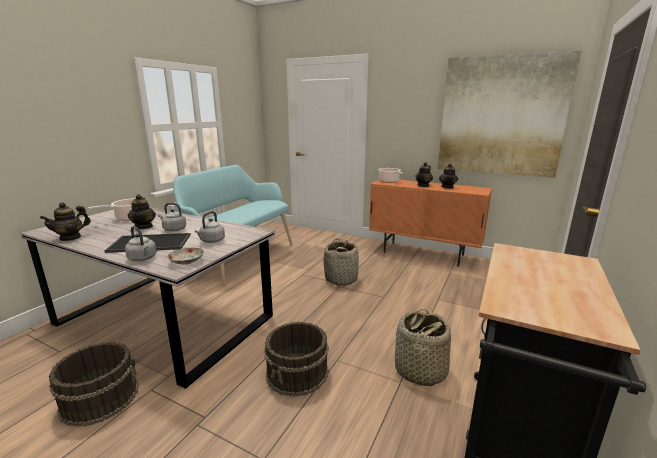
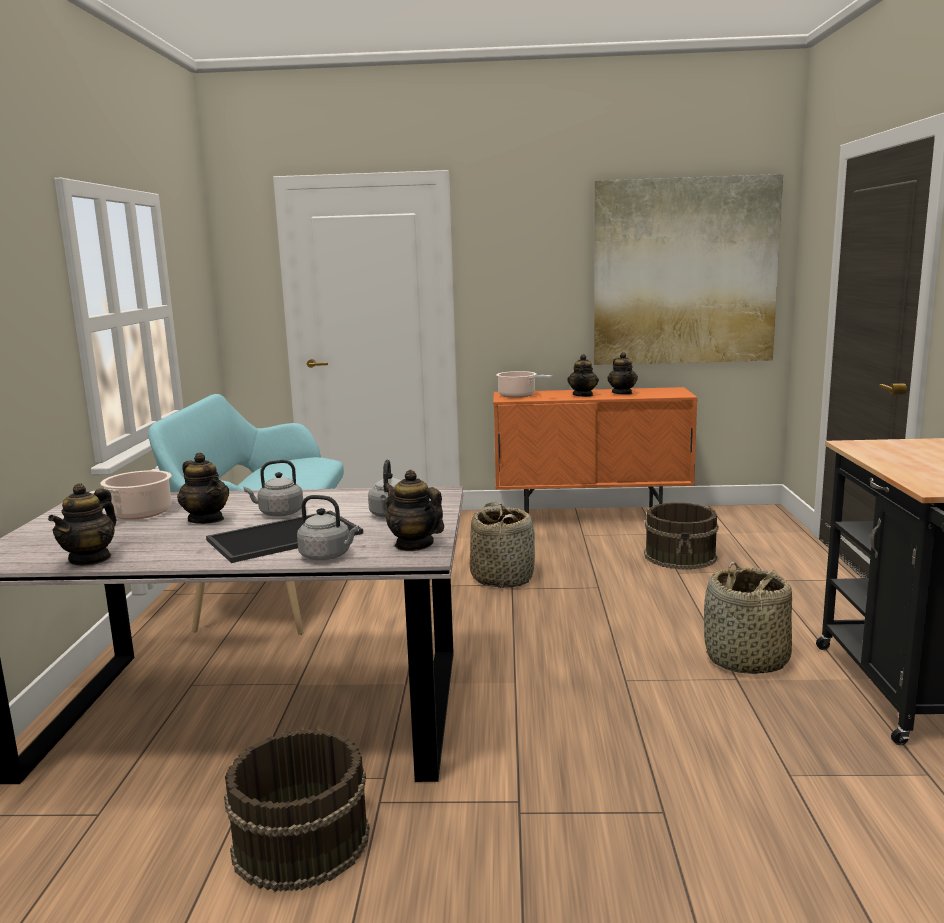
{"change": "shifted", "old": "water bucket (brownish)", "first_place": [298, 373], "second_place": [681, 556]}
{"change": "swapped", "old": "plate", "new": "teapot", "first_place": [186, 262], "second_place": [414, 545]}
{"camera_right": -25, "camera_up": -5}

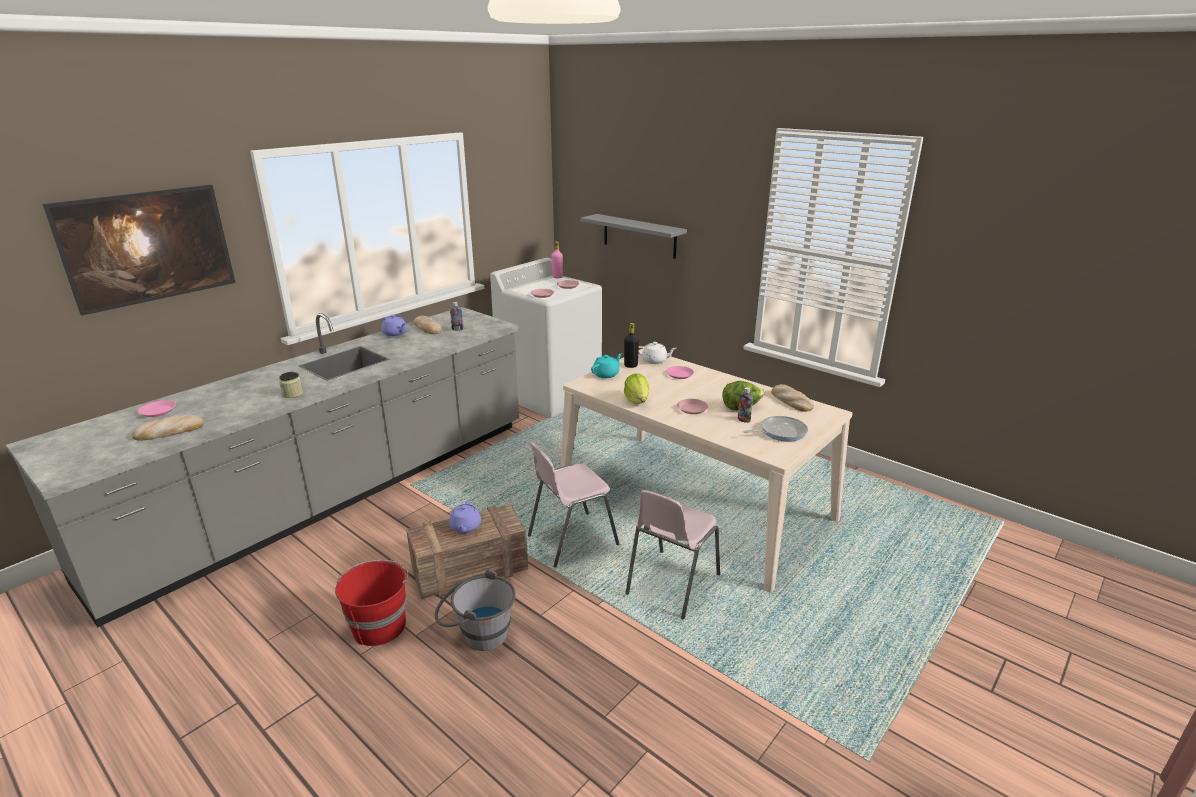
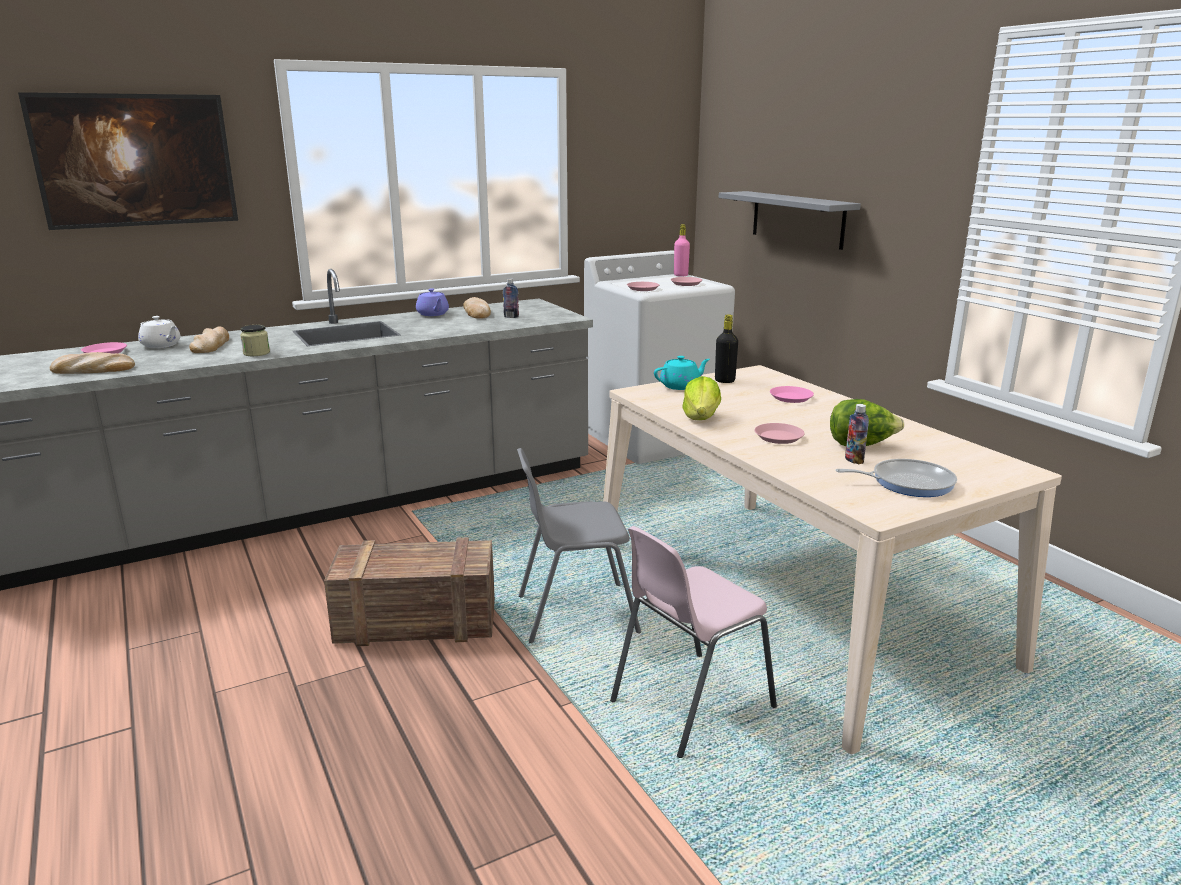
{"change": "gone", "old": "water bucket (red)", "first_place": [379, 625]}
{"change": "gone", "old": "water bucket (greyish)", "first_place": [477, 635]}
{"change": "gone", "old": "teapot (purple-coloured)", "first_place": [465, 527]}
{"change": "shifted", "old": "teapot (white)", "first_place": [655, 361], "second_place": [161, 345]}
{"change": "shifted", "old": "baked bread", "first_place": [790, 401], "second_place": [210, 345]}
{"change": "repainted", "old": "plain chair (pink-coloured)", "new": "plain chair (greyish)", "first_place": [571, 540], "second_place": [575, 613]}
{"camera_right": 20, "camera_up": -5}

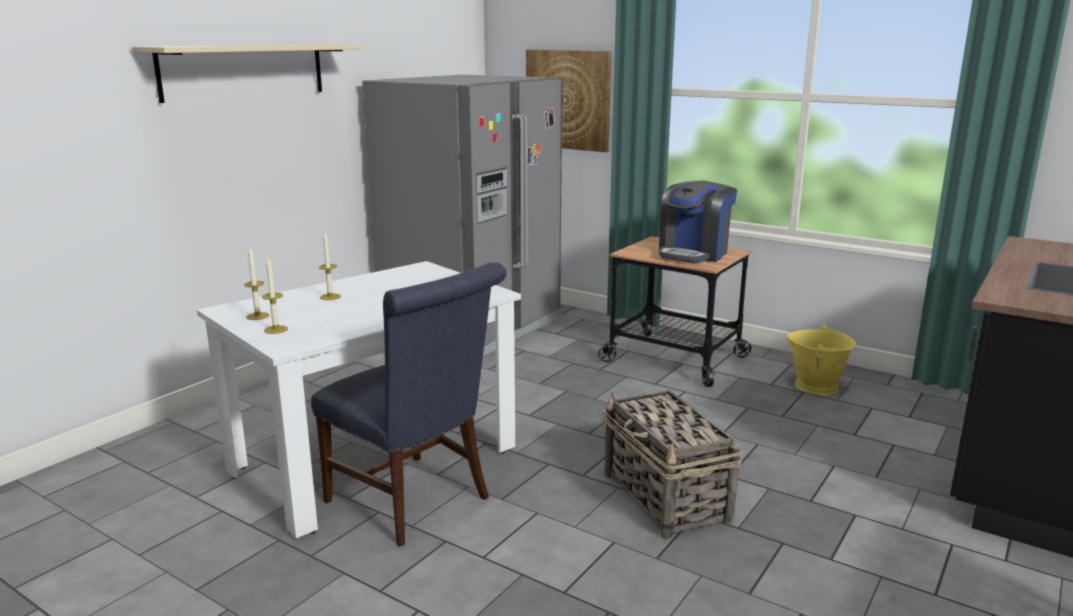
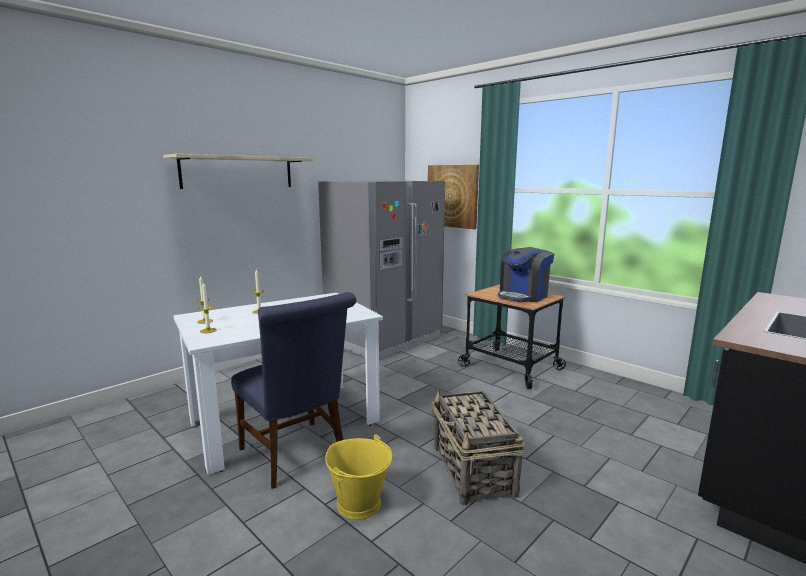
{"change": "shifted", "old": "water bucket (yellowish)", "first_place": [816, 386], "second_place": [359, 503]}
{"camera_right": 10, "camera_up": -5}

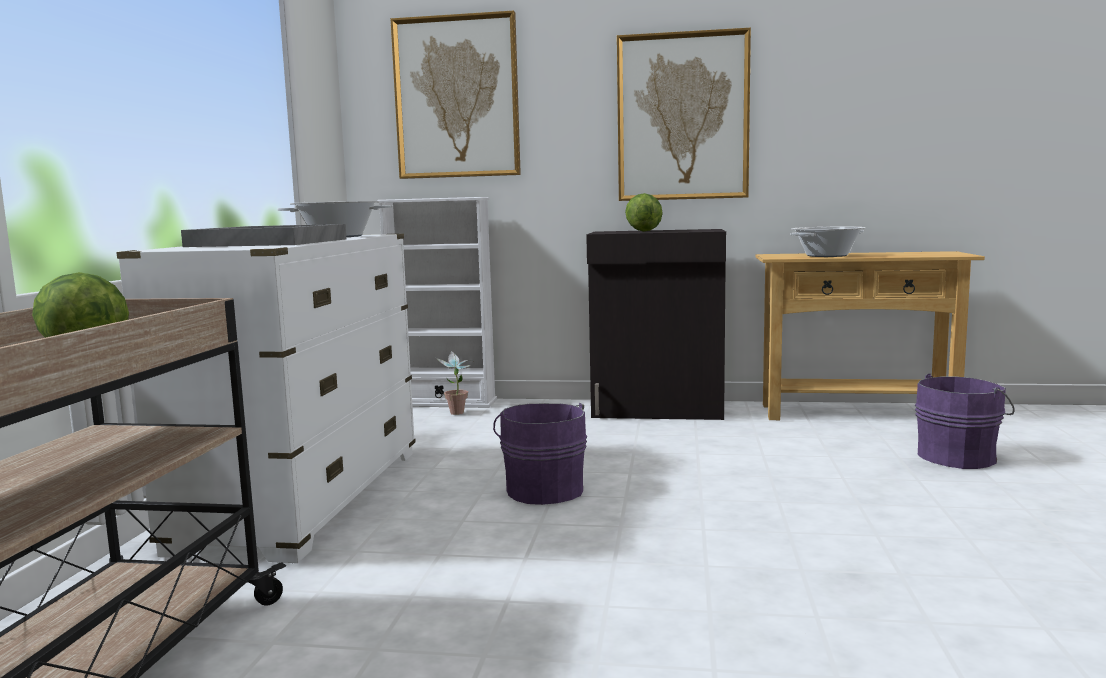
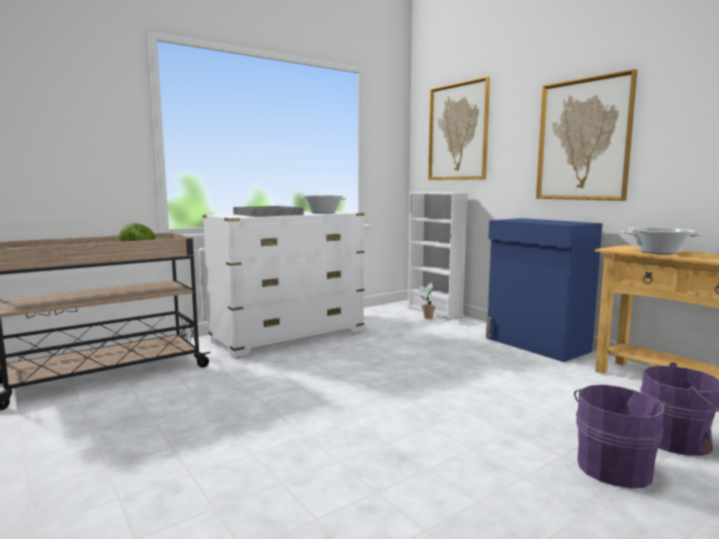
{"change": "gone", "old": "head of lettuce", "first_place": [643, 231]}
{"change": "shifted", "old": "water bucket (purple-coloured)", "first_place": [543, 489], "second_place": [614, 466]}
{"change": "repainted", "old": "cabinet (blackish)", "new": "cabinet (blue-coloured)", "first_place": [658, 410], "second_place": [536, 345]}
{"camera_right": 45, "camera_up": 0}

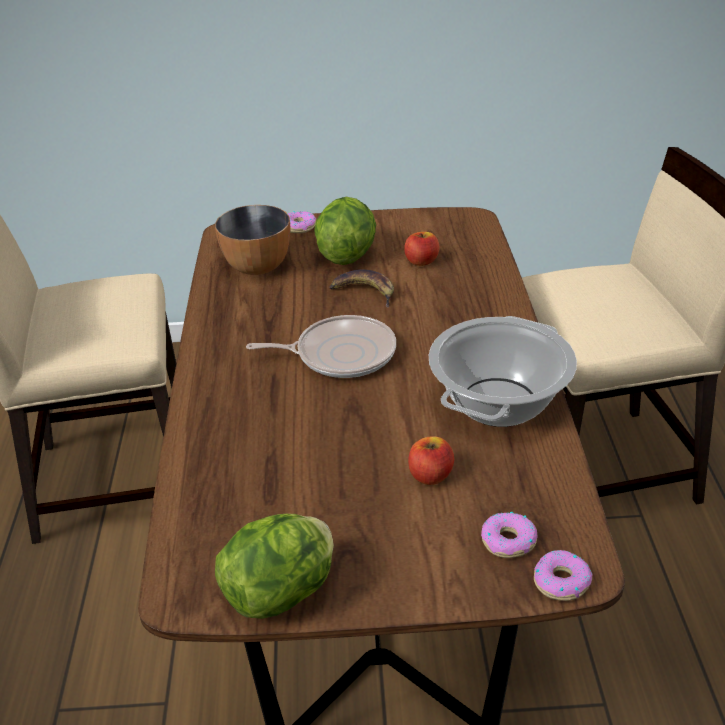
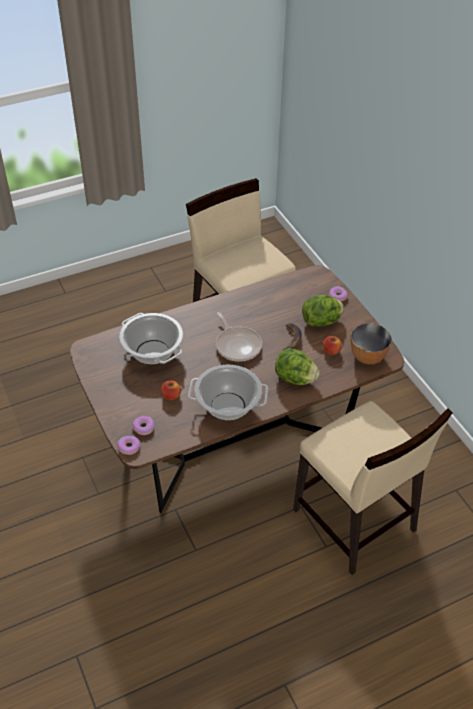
{"change": "new", "new": "saucepot", "second_place": [152, 352]}
{"change": "shifted", "old": "deep dish", "first_place": [258, 267], "second_place": [368, 357]}
{"change": "shifted", "old": "head of lettuce", "first_place": [282, 592], "second_place": [295, 378]}
{"camera_right": 65, "camera_up": 10}

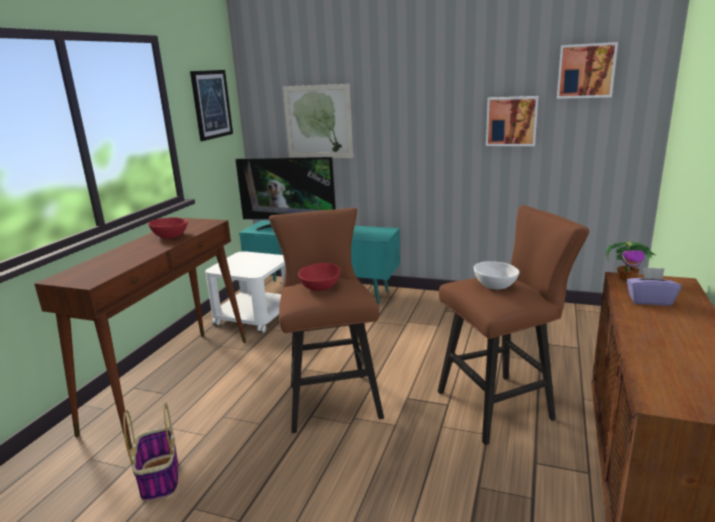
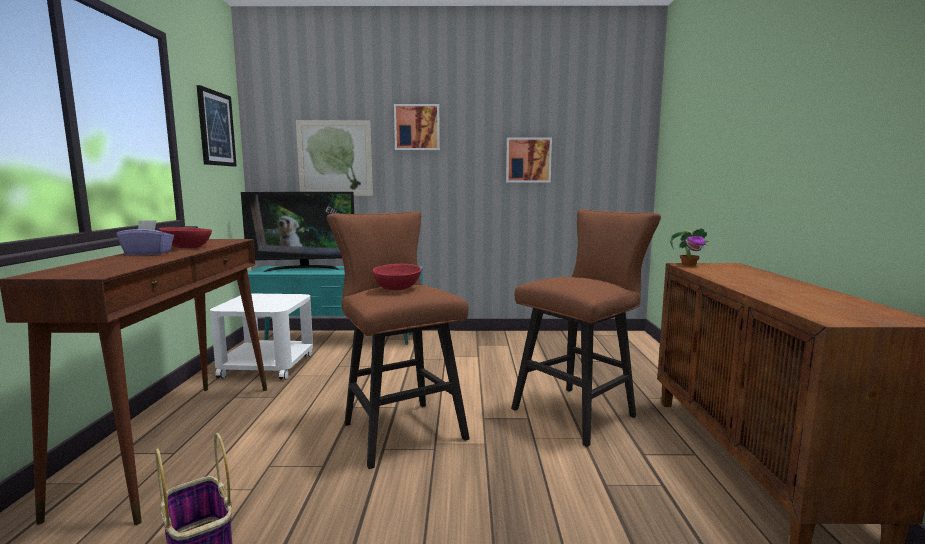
{"change": "gone", "old": "deep dish (white)", "first_place": [494, 285]}
{"change": "shifted", "old": "wall art", "first_place": [586, 71], "second_place": [417, 127]}
{"change": "shifted", "old": "tissue box (purple-coloured)", "first_place": [649, 300], "second_place": [148, 253]}
{"camera_right": -20, "camera_up": -10}

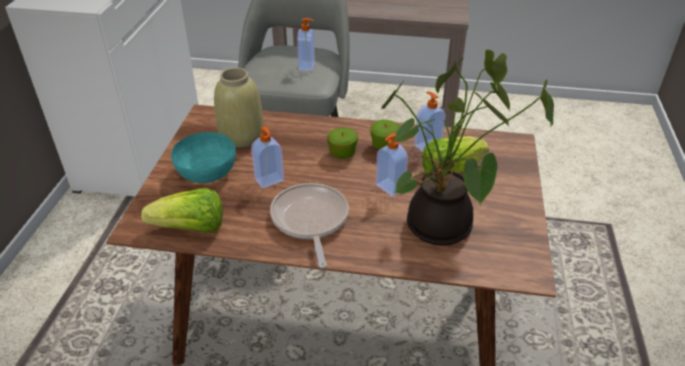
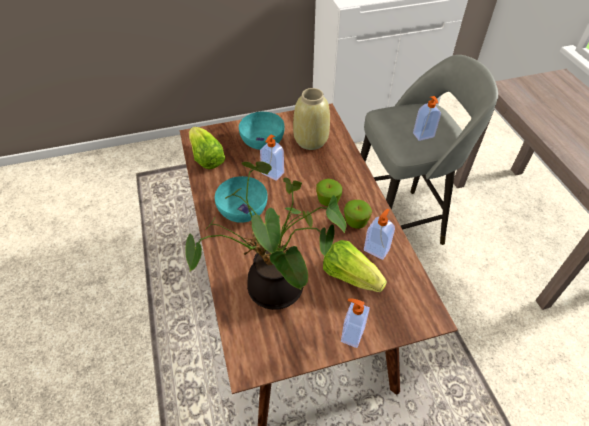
{"change": "shifted", "old": "soap dispenser", "first_place": [389, 187], "second_place": [351, 334]}
{"change": "swapped", "old": "frying pan", "new": "deep dish (turquoise-coloured)", "first_place": [310, 221], "second_place": [242, 210]}
{"camera_right": 65, "camera_up": 10}

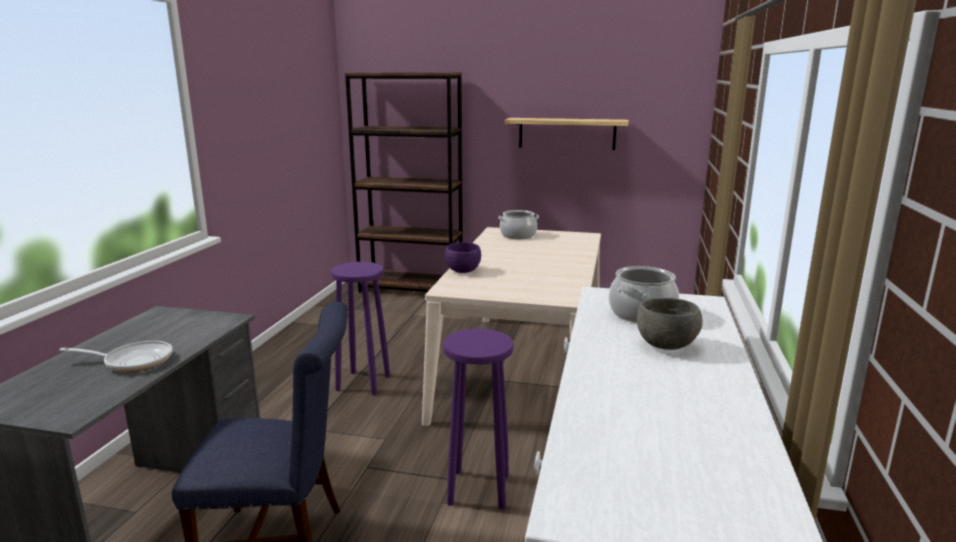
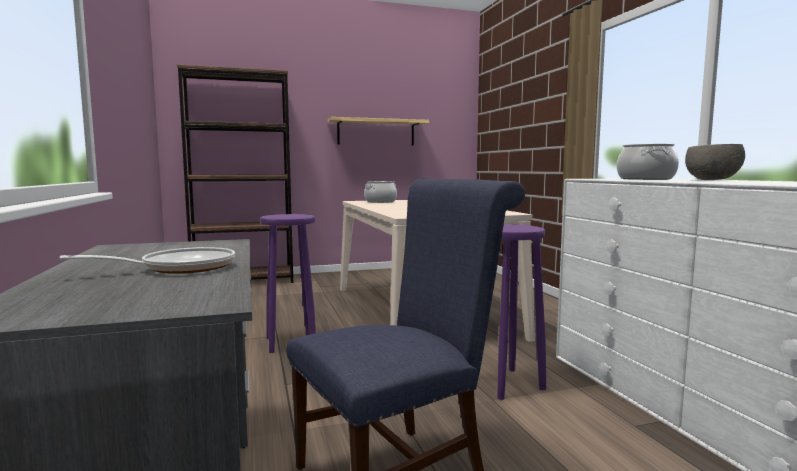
{"change": "gone", "old": "deep dish (purple-coloured)", "first_place": [462, 271]}
{"camera_right": -30, "camera_up": -10}

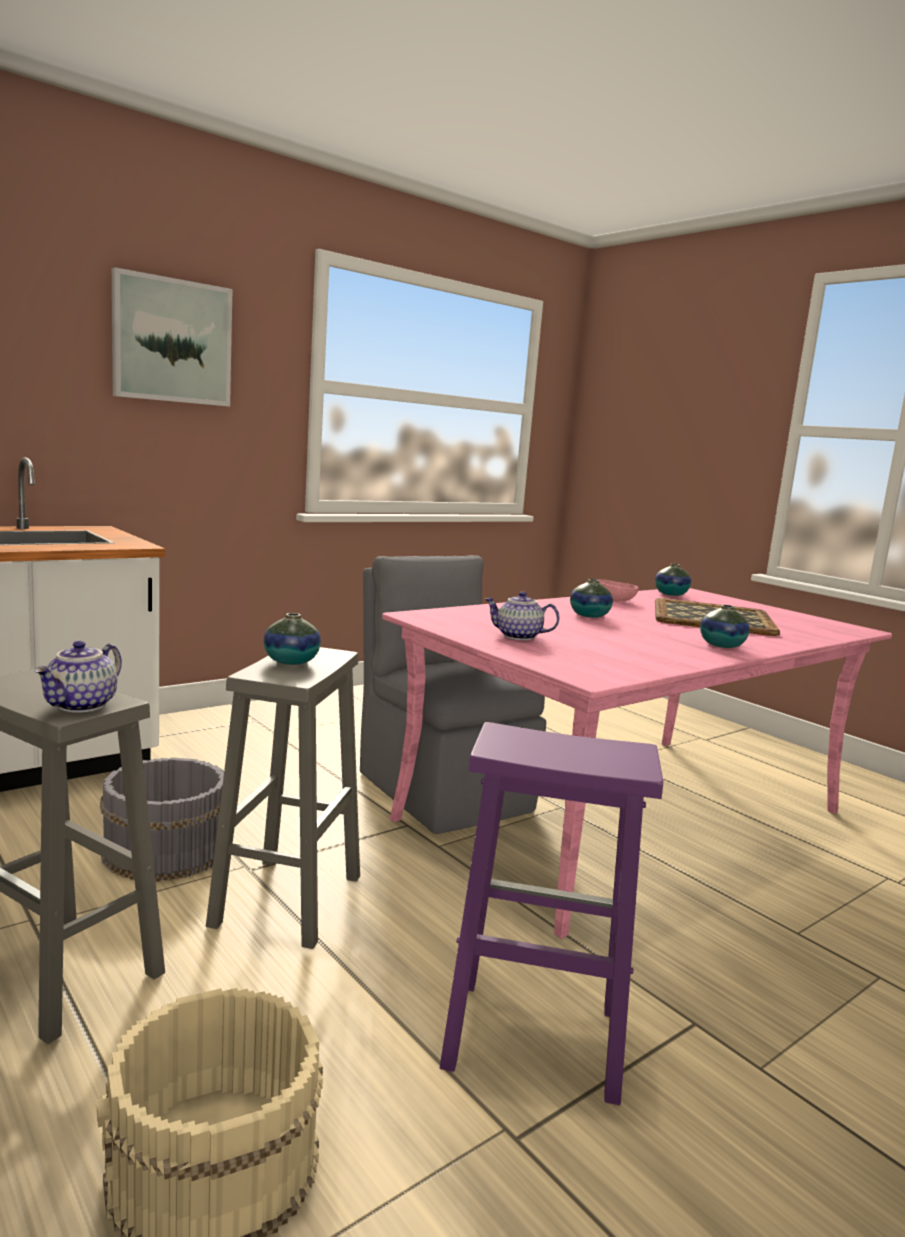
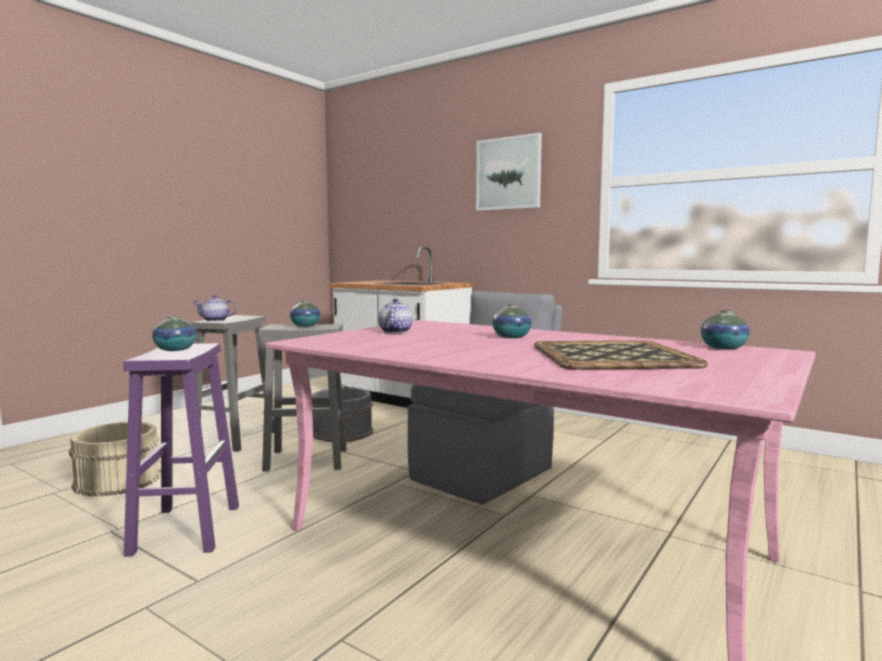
{"change": "gone", "old": "deep dish (pink-coloured)", "first_place": [615, 600]}
{"change": "shifted", "old": "vase", "first_place": [721, 645], "second_place": [175, 350]}
{"camera_right": 75, "camera_up": -5}

